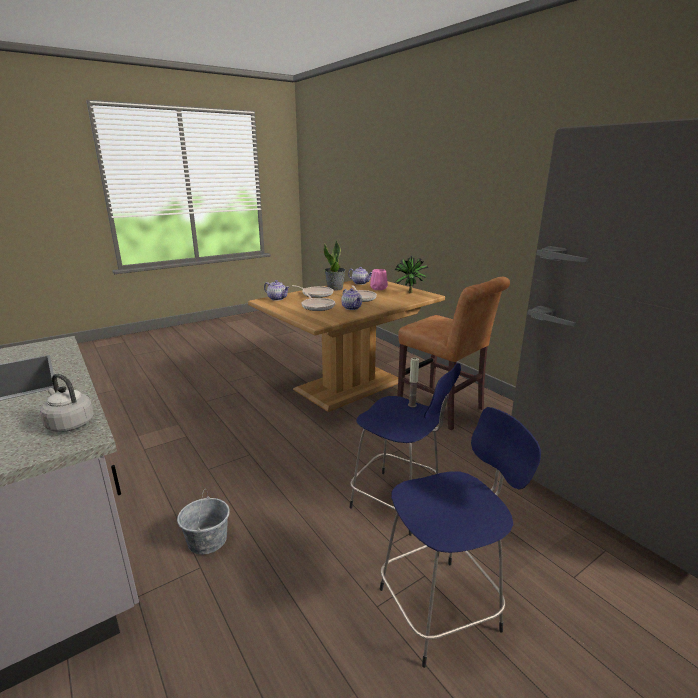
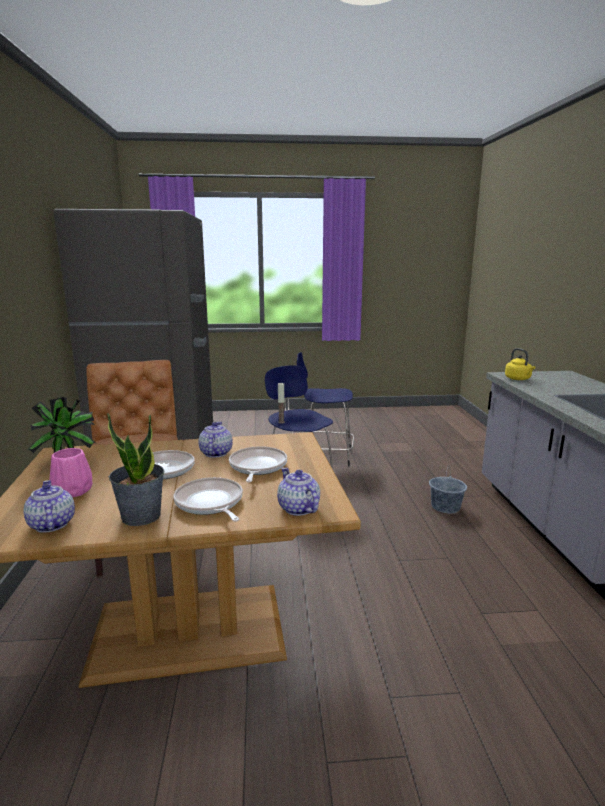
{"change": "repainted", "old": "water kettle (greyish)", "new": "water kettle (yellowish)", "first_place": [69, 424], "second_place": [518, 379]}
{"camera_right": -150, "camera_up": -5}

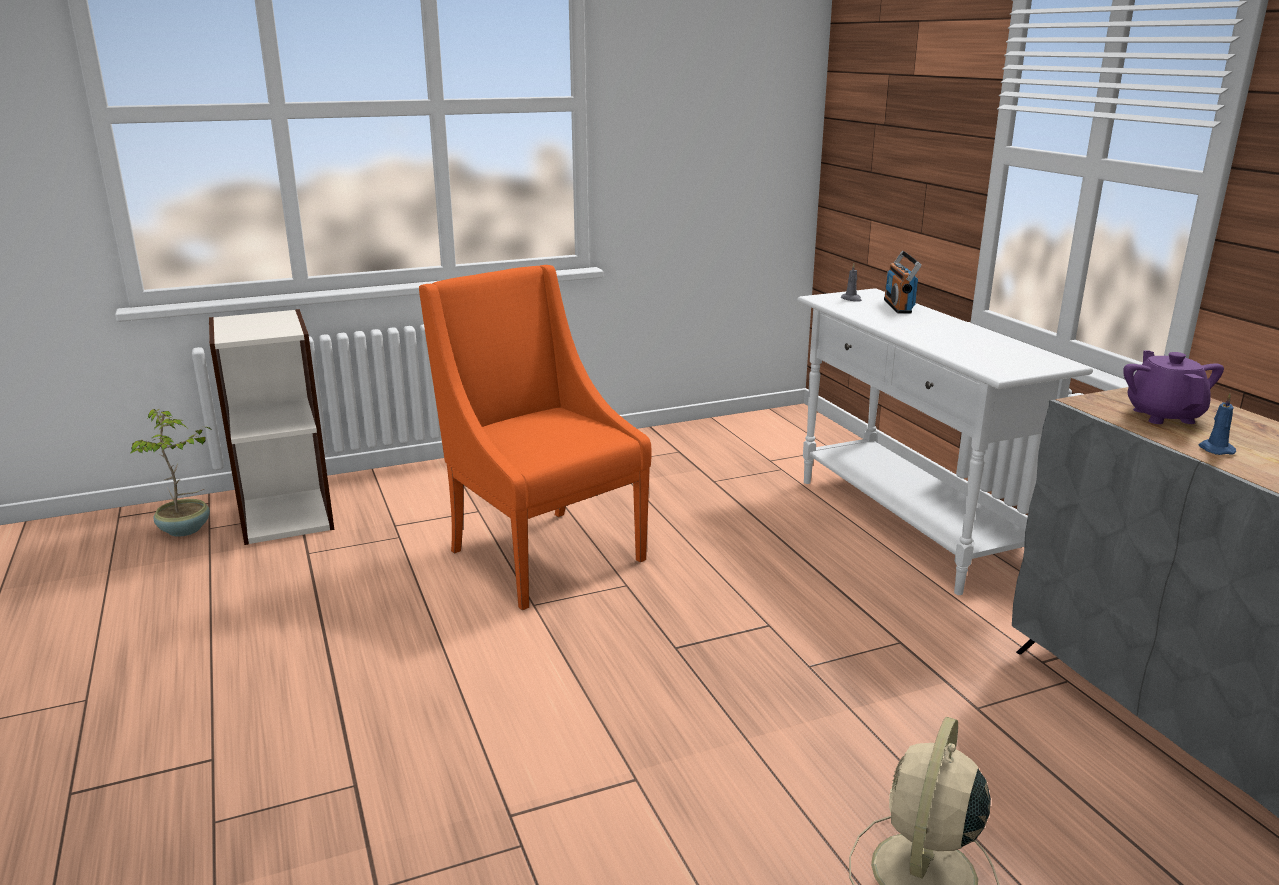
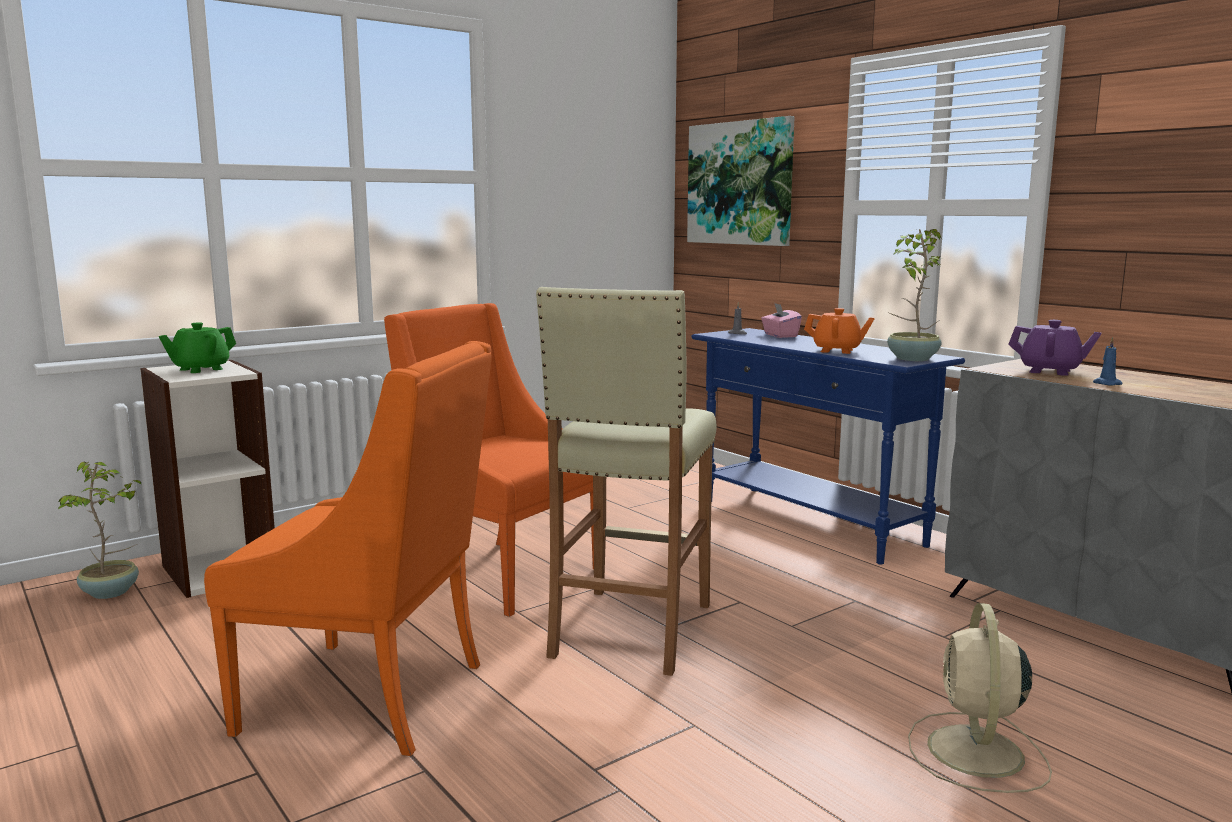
{"change": "new", "new": "teapot (green-coloured)", "second_place": [200, 369]}
{"change": "new", "new": "lounge chair (orangey)", "second_place": [372, 697]}
{"change": "new", "new": "sitting stool (sand-coloured)", "second_place": [630, 630]}
{"change": "new", "new": "wall art", "second_place": [740, 183]}
{"change": "new", "new": "teapot (orangey)", "second_place": [837, 351]}
{"change": "new", "new": "plant in a pot", "second_place": [911, 359]}
{"change": "swapped", "old": "radio receiver", "new": "tissue box (pink-coloured)", "first_place": [898, 306], "second_place": [780, 335]}
{"change": "repainted", "old": "narrow table (white)", "new": "narrow table (blue-coloured)", "first_place": [906, 525], "second_place": [810, 523]}
{"change": "rotated", "old": "teapot (purple-coloured)", "first_place": [1163, 415], "second_place": [1050, 371], "degrees": 135}
{"camera_right": -15, "camera_up": -10}

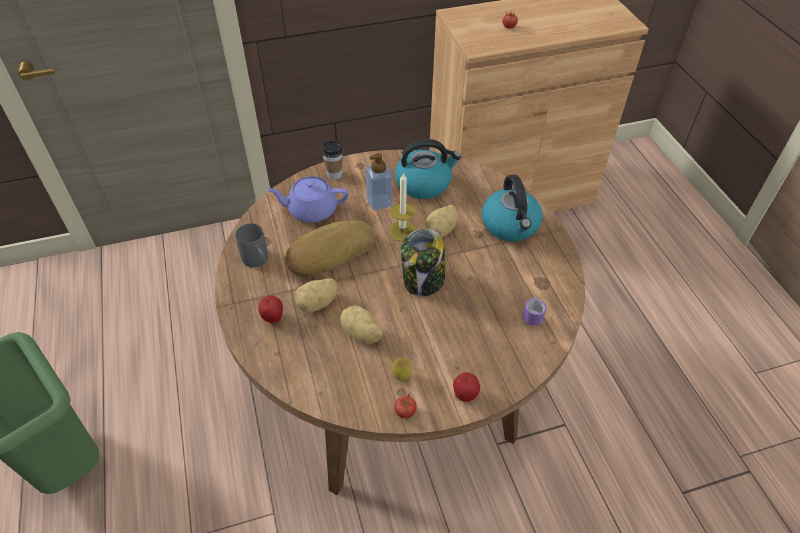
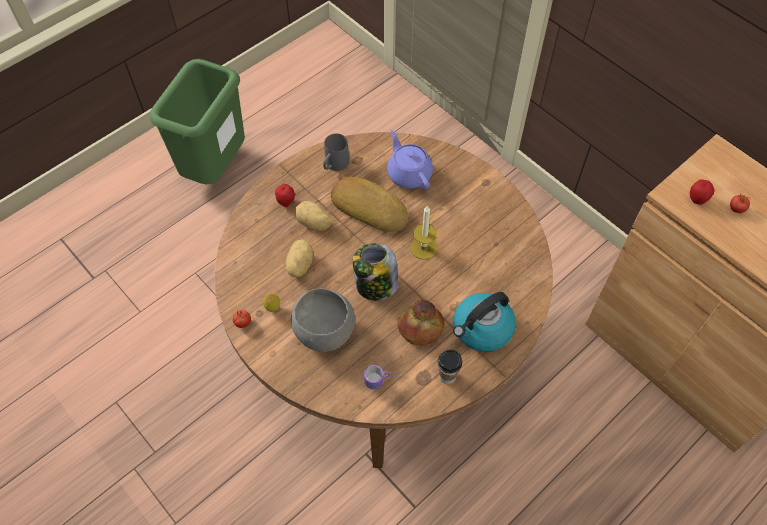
{"change": "gone", "old": "soap dispenser", "first_place": [379, 202]}
{"change": "gone", "old": "water kettle", "first_place": [424, 183]}
{"change": "gone", "old": "whole potato", "first_place": [442, 230]}
{"change": "new", "new": "deep dish (greyish)", "second_place": [324, 332]}
{"change": "new", "new": "baked bread", "second_place": [420, 327]}
{"change": "shifted", "old": "small cup", "first_place": [334, 175], "second_place": [447, 376]}
{"change": "shifted", "old": "apple fruit", "first_place": [465, 395], "second_place": [697, 199]}
{"camera_right": 65, "camera_up": 10}

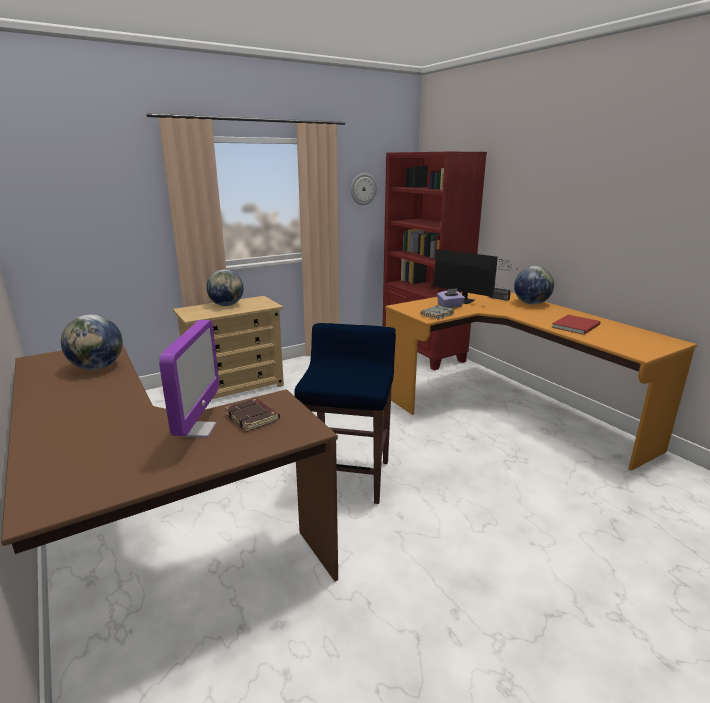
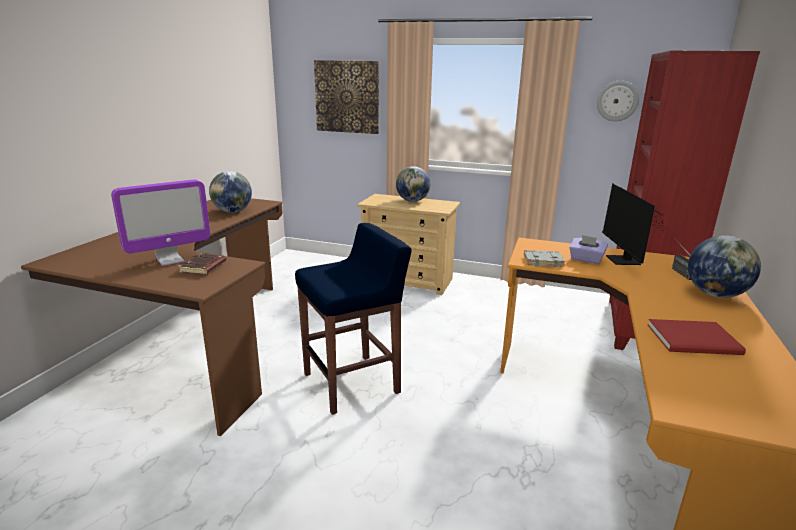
{"change": "new", "new": "wall art", "second_place": [347, 97]}
{"camera_right": 50, "camera_up": 0}

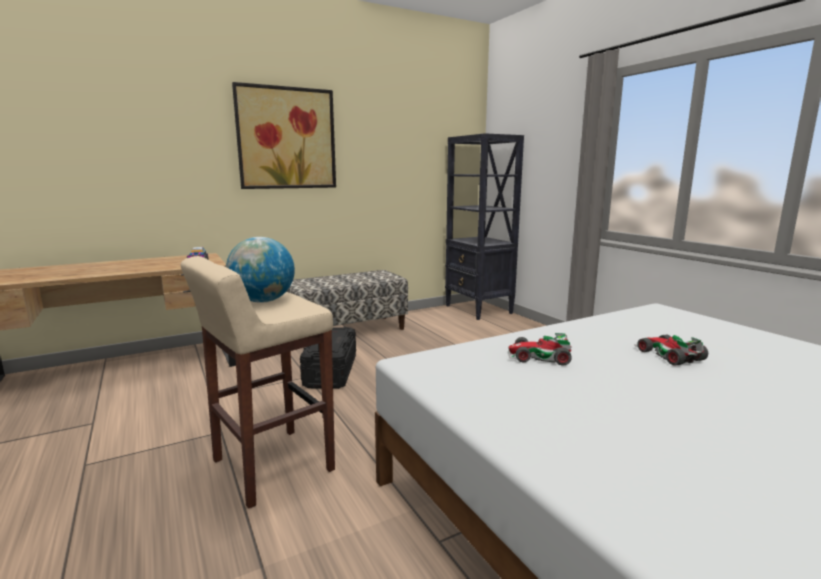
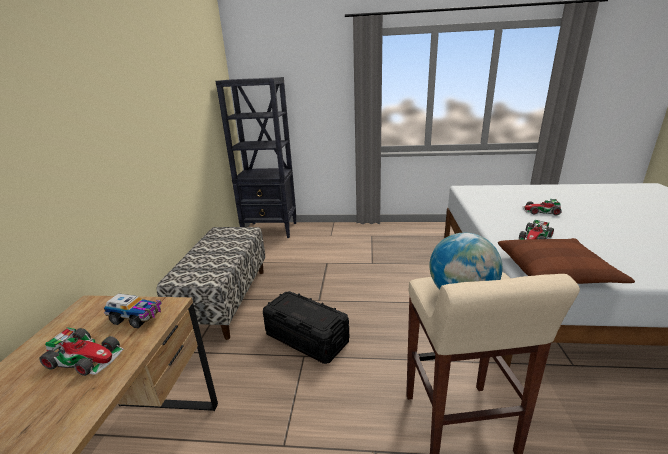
{"change": "gone", "old": "wall art", "first_place": [286, 138]}
{"change": "new", "new": "miniature car", "second_place": [86, 357]}
{"change": "new", "new": "cushion (brownish)", "second_place": [555, 271]}
{"camera_right": -55, "camera_up": 10}

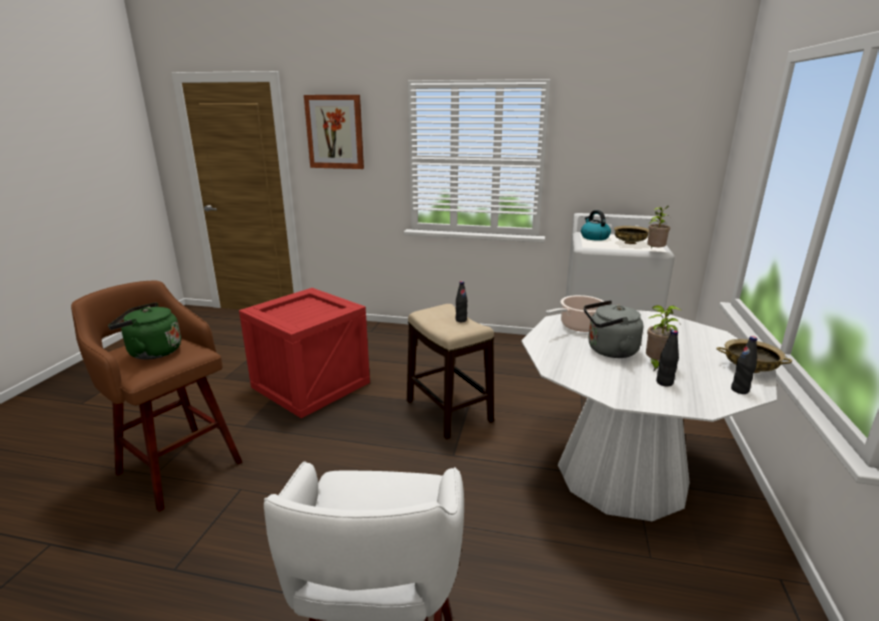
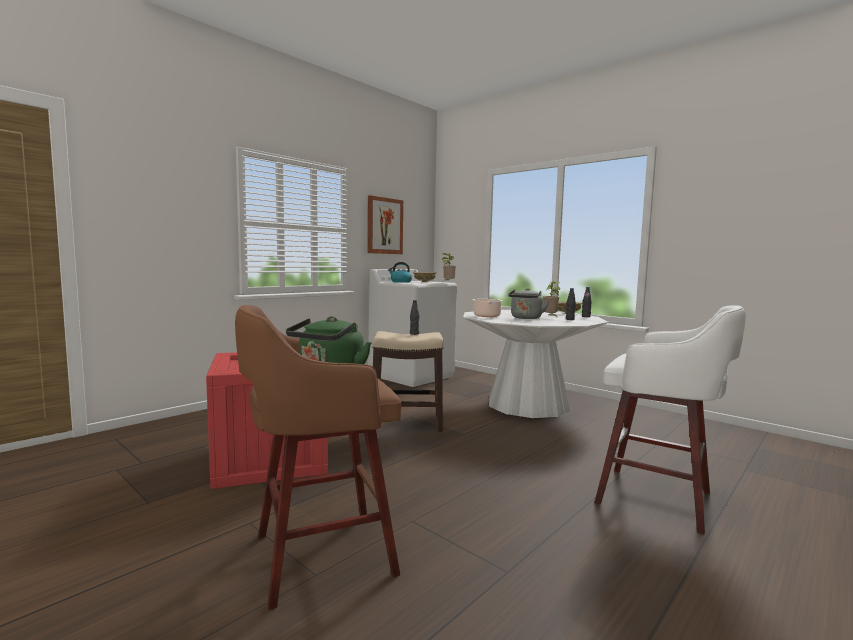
{"change": "shifted", "old": "wall art", "first_place": [335, 132], "second_place": [384, 226]}
{"camera_right": -60, "camera_up": -15}

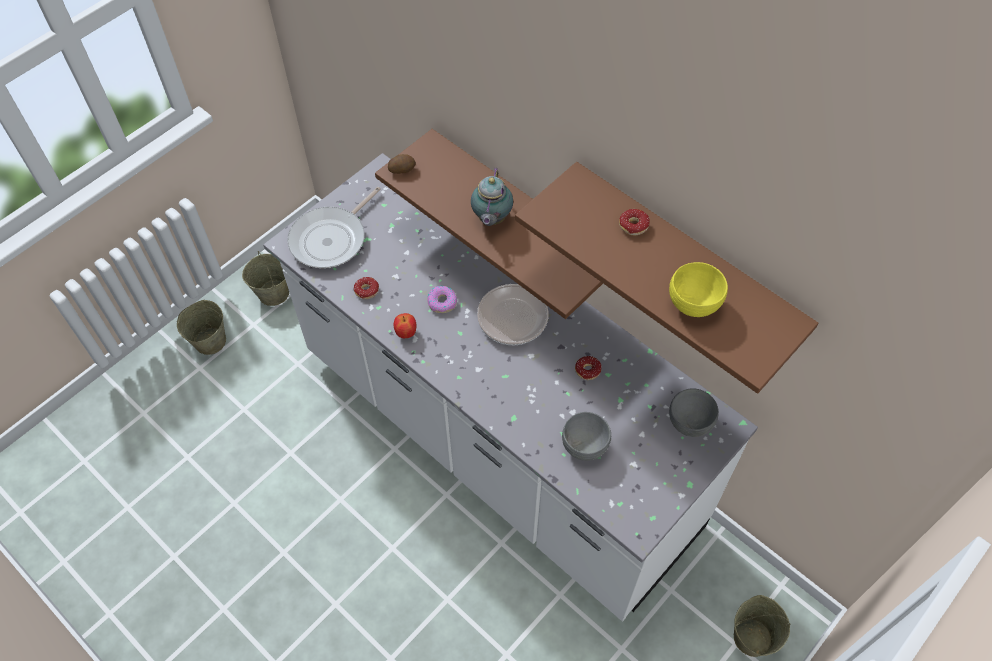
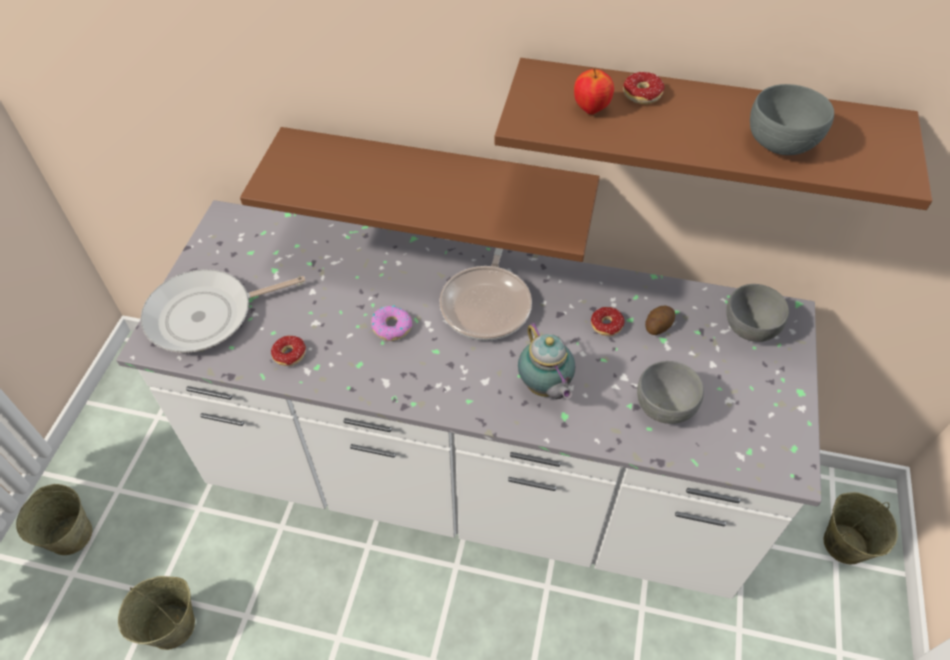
{"change": "shifted", "old": "water bucket (sand-coloured)", "first_place": [274, 293], "second_place": [173, 625]}
{"change": "shifted", "old": "whole potato", "first_place": [402, 169], "second_place": [657, 326]}
{"change": "shifted", "old": "apple fruit", "first_place": [406, 333], "second_place": [591, 109]}
{"change": "shifted", "old": "teapot", "first_place": [491, 219], "second_place": [544, 388]}
{"change": "repainted", "old": "deep dish (yellowish)", "new": "deep dish (greyish)", "first_place": [693, 304], "second_place": [780, 145]}
{"change": "rotated", "old": "frying pan", "first_place": [331, 239], "second_place": [207, 315], "degrees": 60}
{"camera_right": -30, "camera_up": -5}

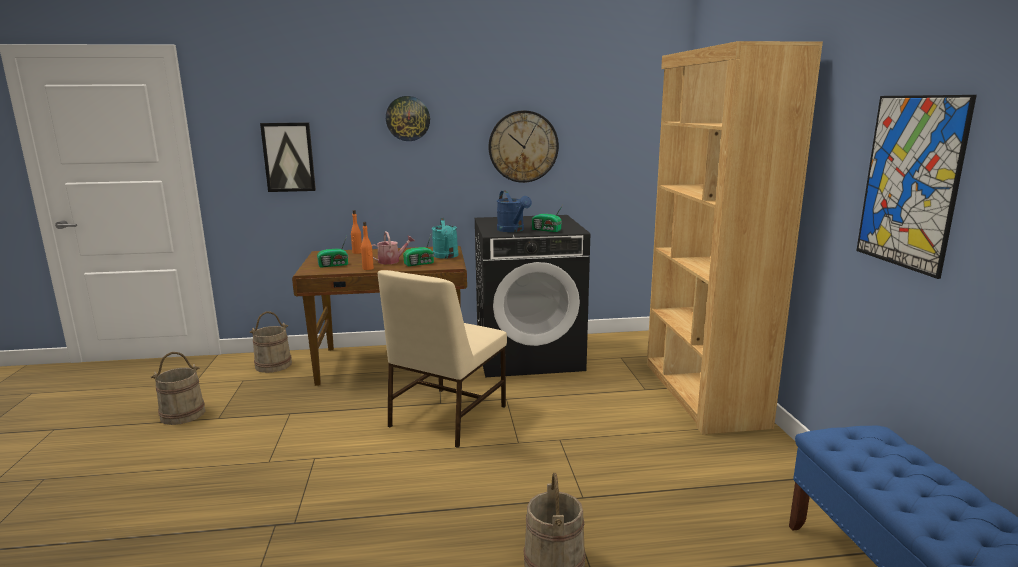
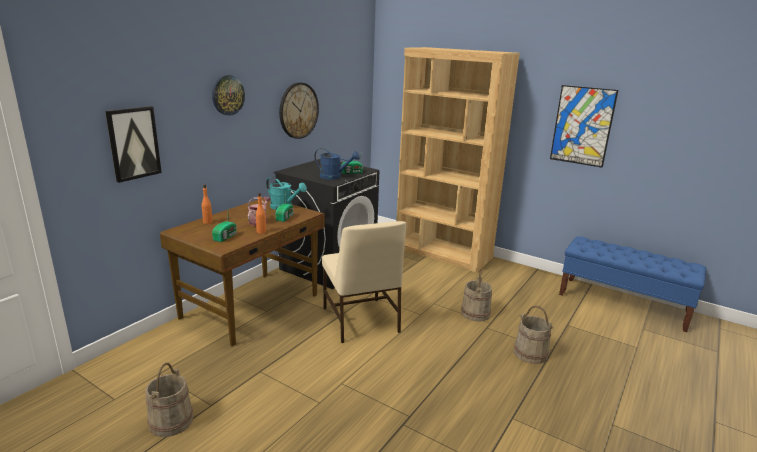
{"change": "shifted", "old": "water bucket (sand-coloured)", "first_place": [273, 365], "second_place": [475, 313]}
{"camera_right": -50, "camera_up": 5}

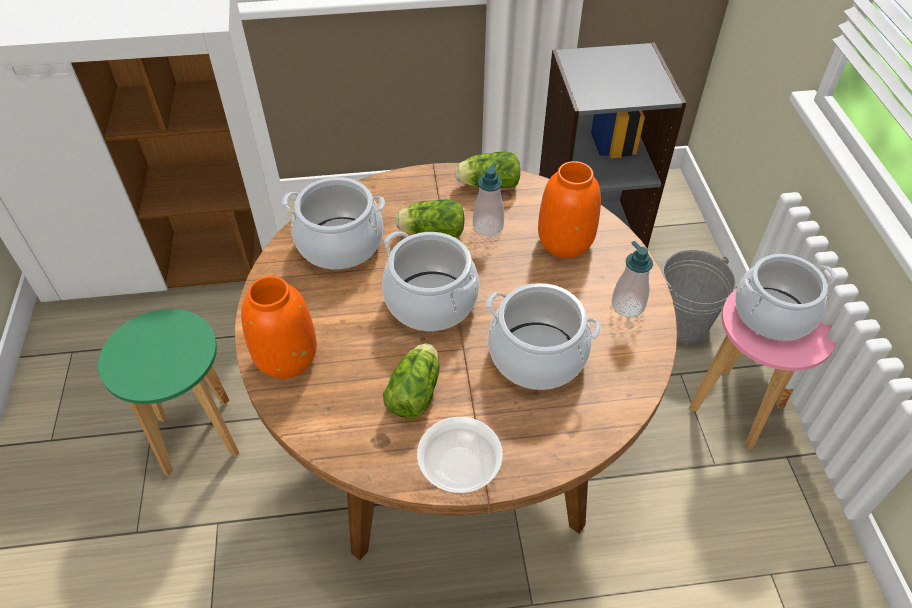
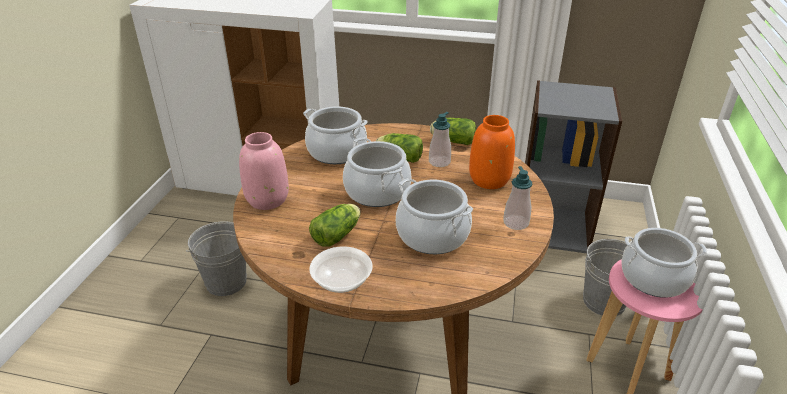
{"change": "swapped", "old": "sitting stool (green-coloured)", "new": "water bucket (greyish)", "first_place": [198, 436], "second_place": [226, 282]}
{"change": "repainted", "old": "vase (orangey)", "new": "vase (pink-coloured)", "first_place": [286, 357], "second_place": [267, 199]}
{"camera_right": 20, "camera_up": -15}

